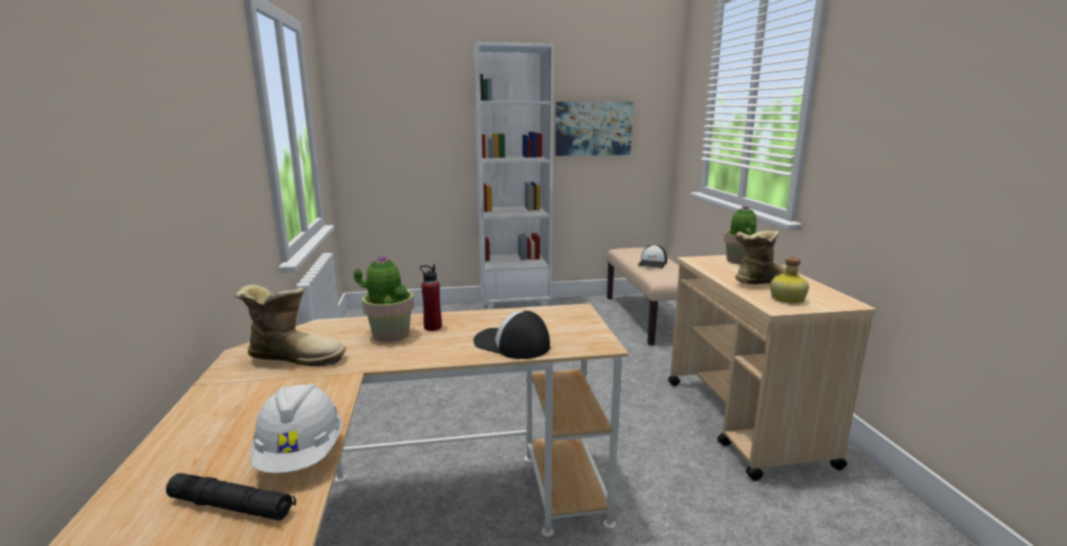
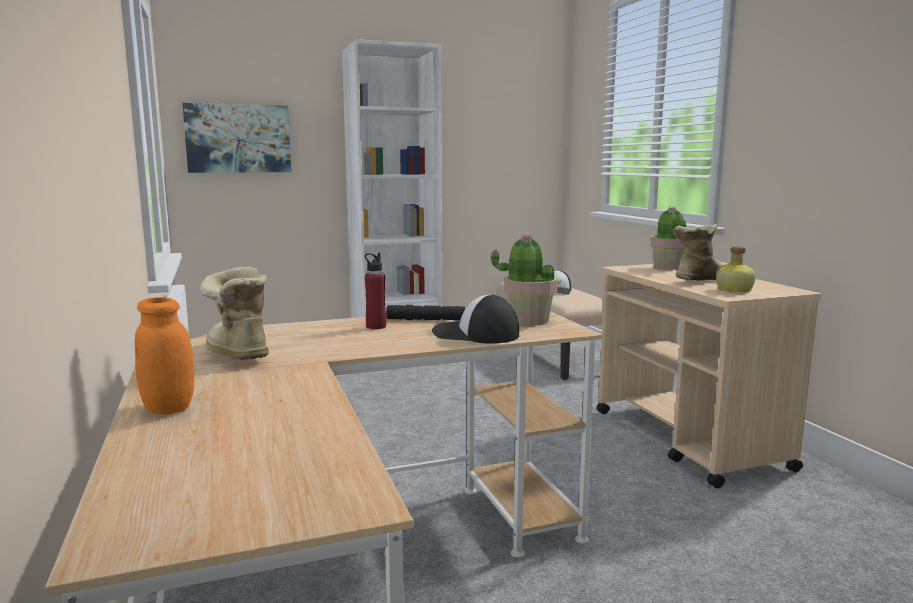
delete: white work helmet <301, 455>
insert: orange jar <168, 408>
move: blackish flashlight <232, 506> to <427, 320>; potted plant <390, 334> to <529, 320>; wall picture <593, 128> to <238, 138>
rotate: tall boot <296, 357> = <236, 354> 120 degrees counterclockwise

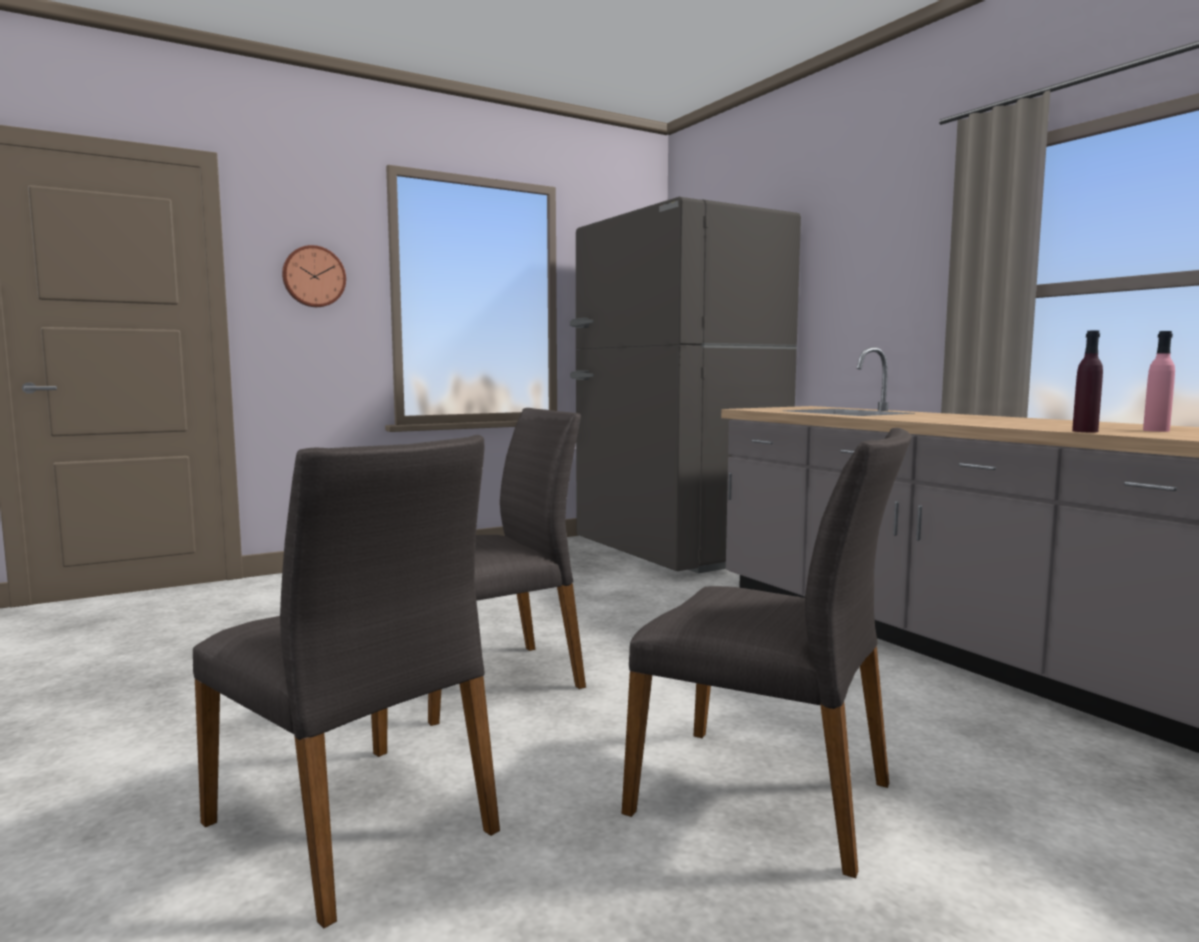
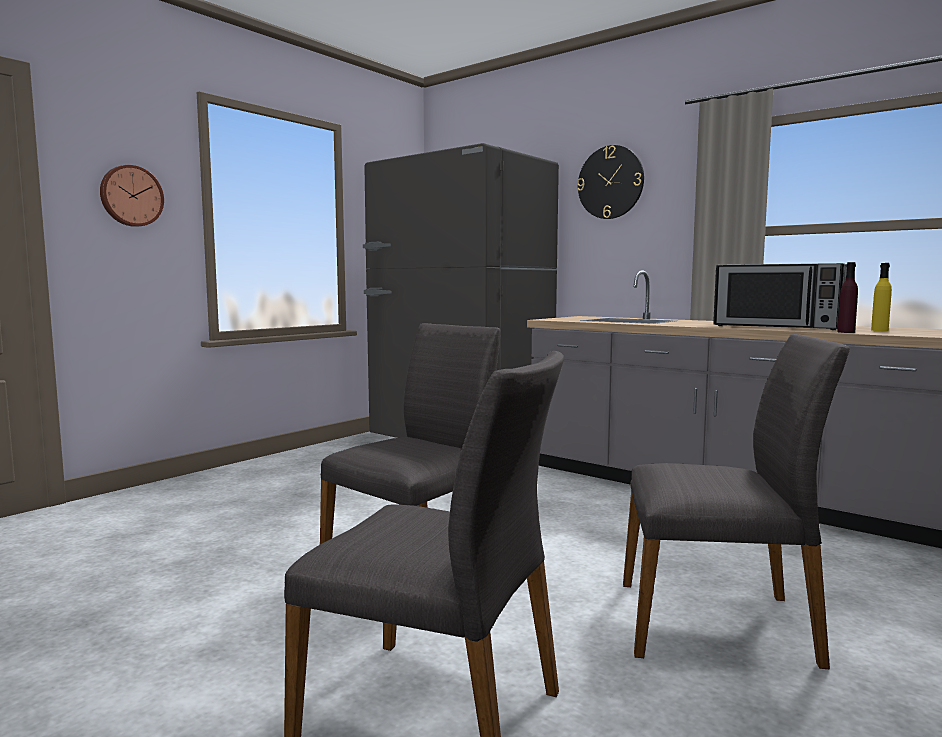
insert: wall clock <610, 182>; kitchen microwave <778, 326>
recolor: pink bottle <1156, 430> to yellow-coloured bottle <879, 330>

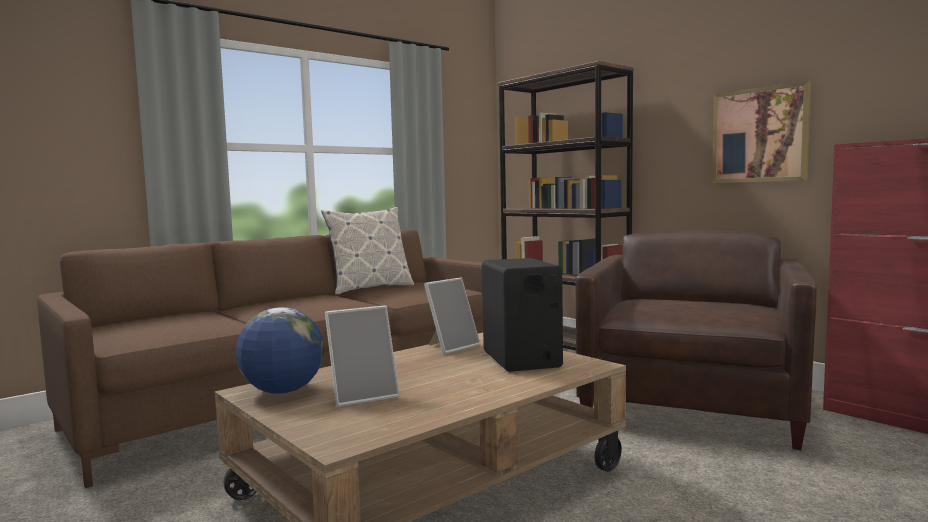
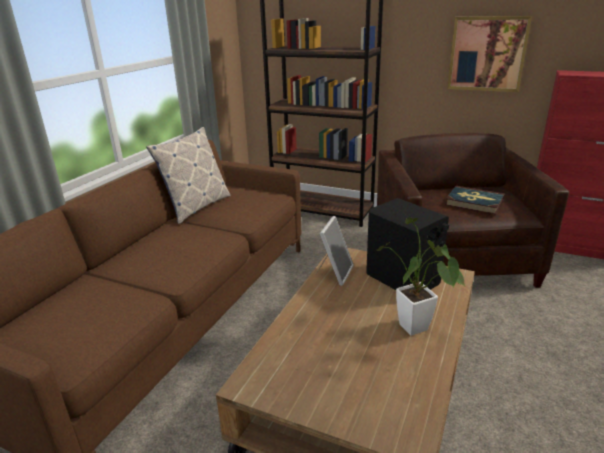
delete: desk globe <283, 391>; picture frame <363, 396>
insert: potted plant <416, 331>; book <474, 202>

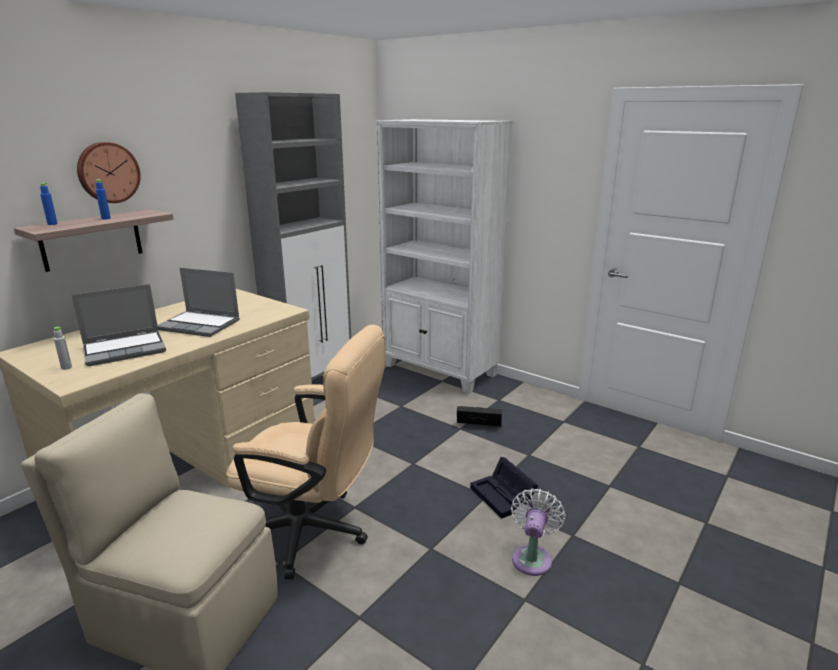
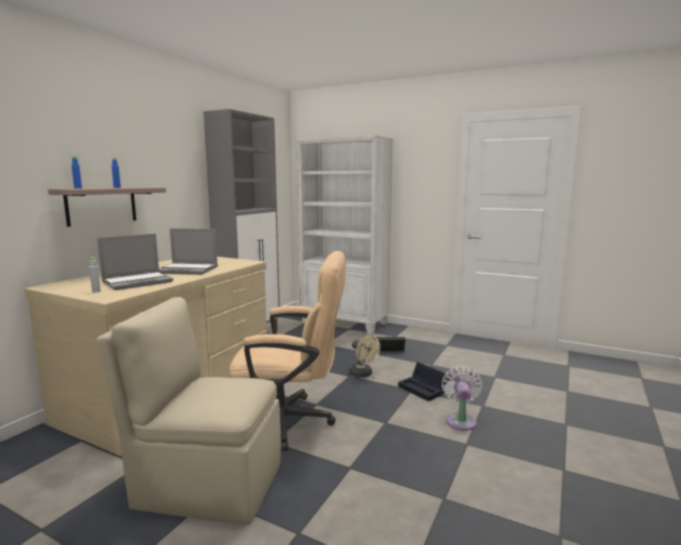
delete: wall clock <108, 172>
insert: beige-coloured fan <363, 374>

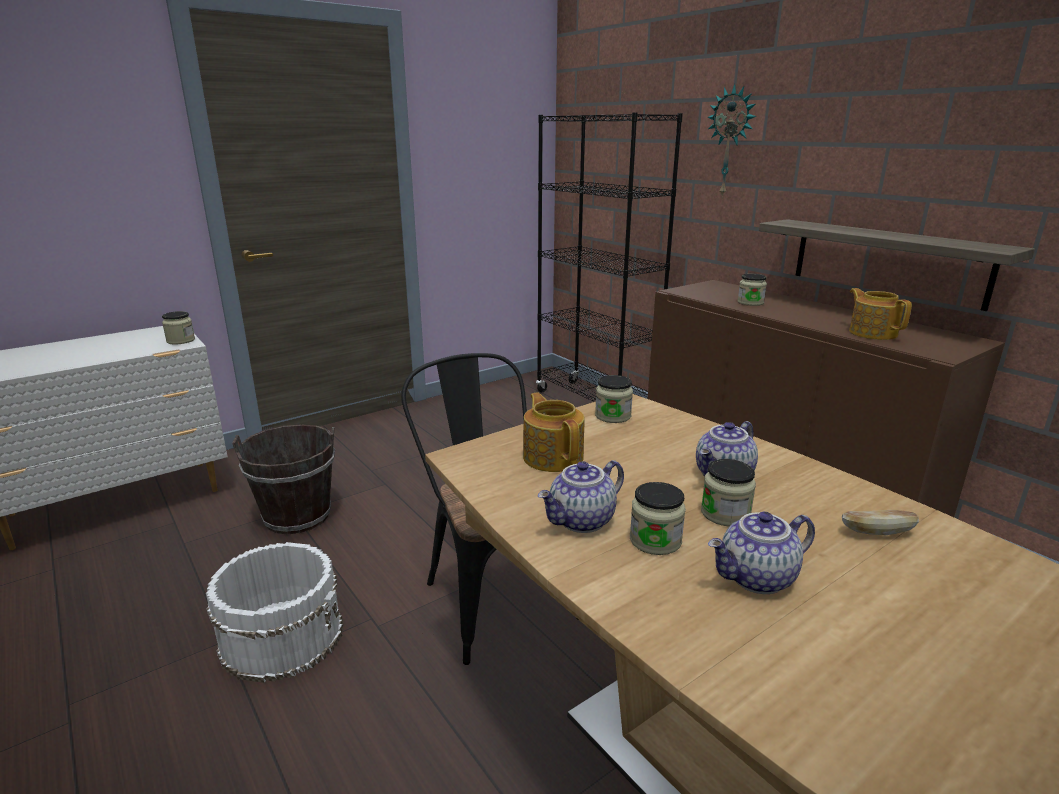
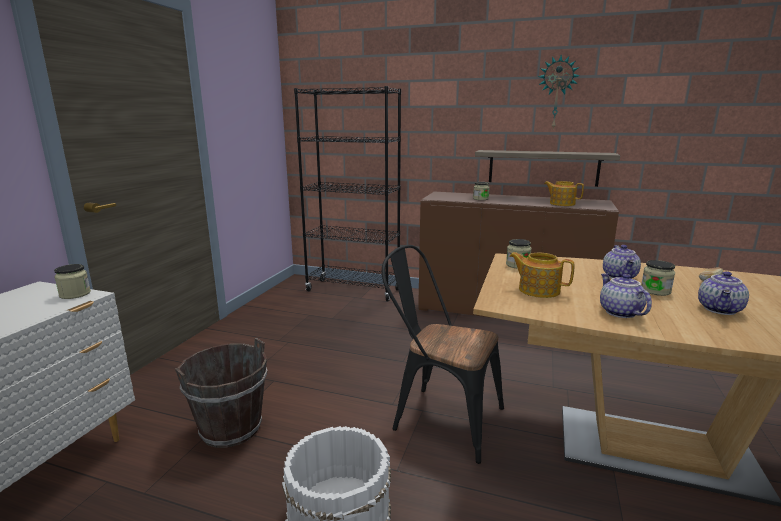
delete: jar <655, 540>
move: wall clock <731, 142> to <557, 93>
rotate: teapot <582, 521> = <619, 312> 150 degrees clockwise

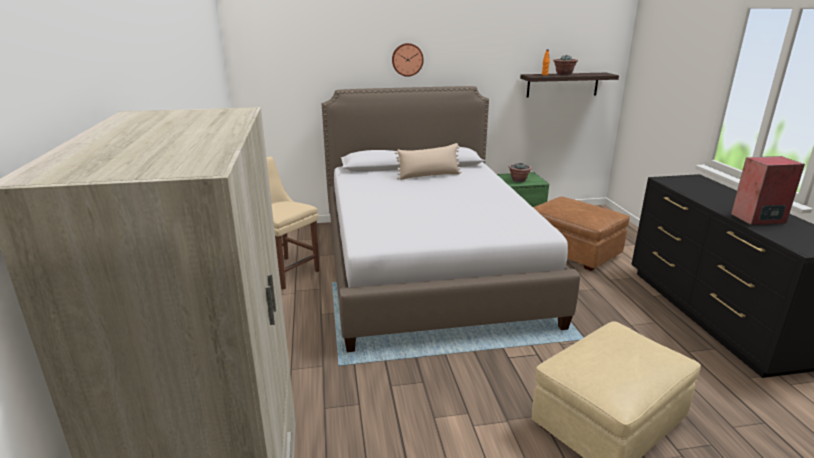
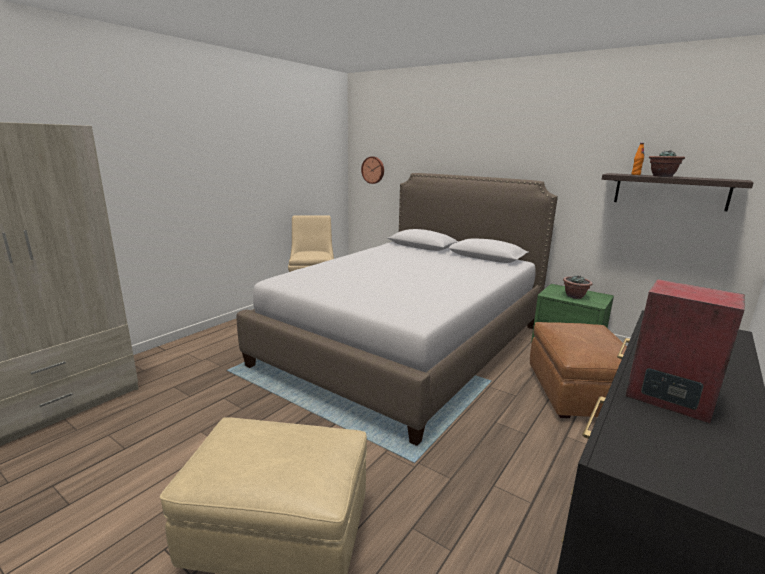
delete: beige-coloured pillow <429, 176>
move: wall clock <407, 59> to <373, 170>

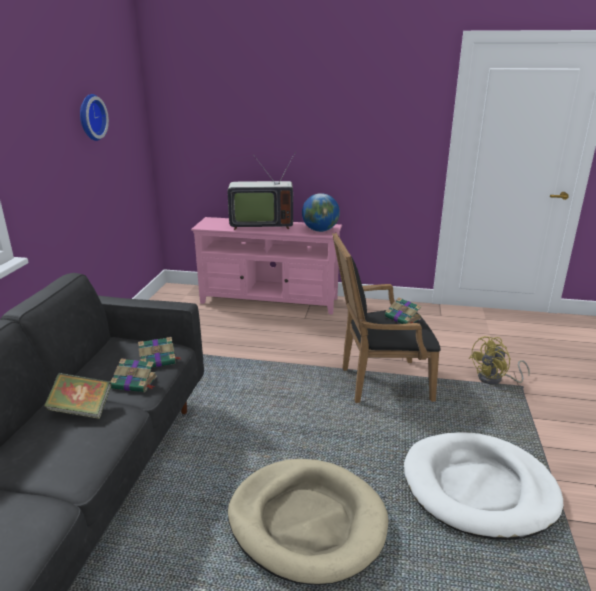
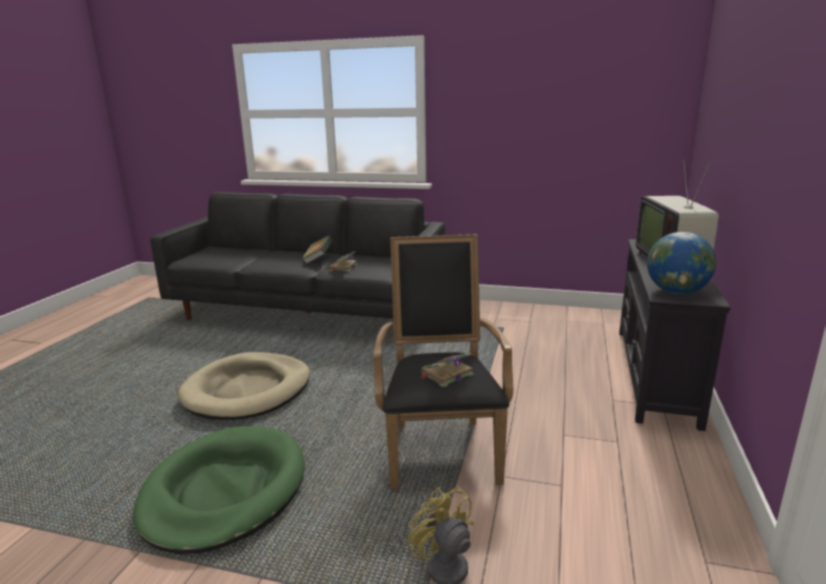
delete: wall clock <90, 117>; book <158, 360>
recolor: pink media console <269, 301> to blackish media console <655, 375>; white dog cushion <479, 488> to green-coloured dog cushion <224, 491>

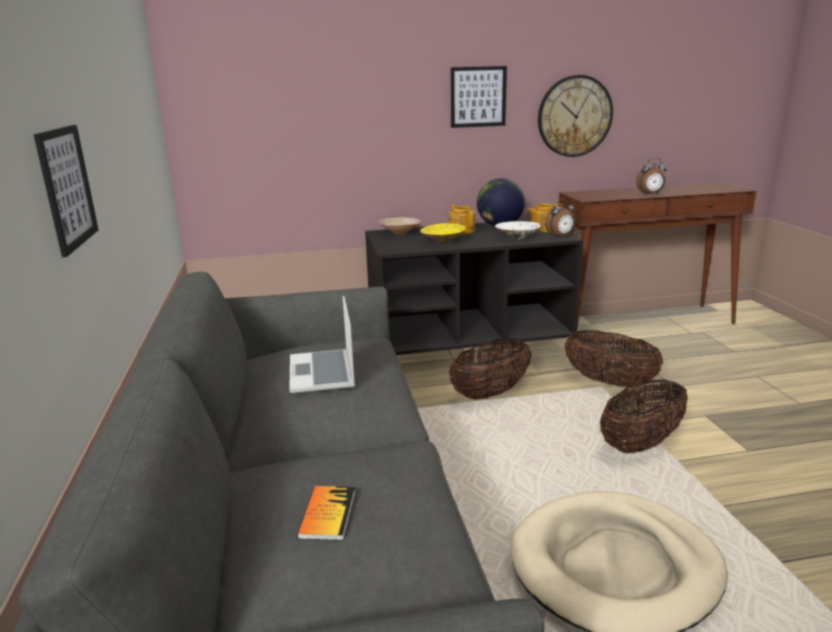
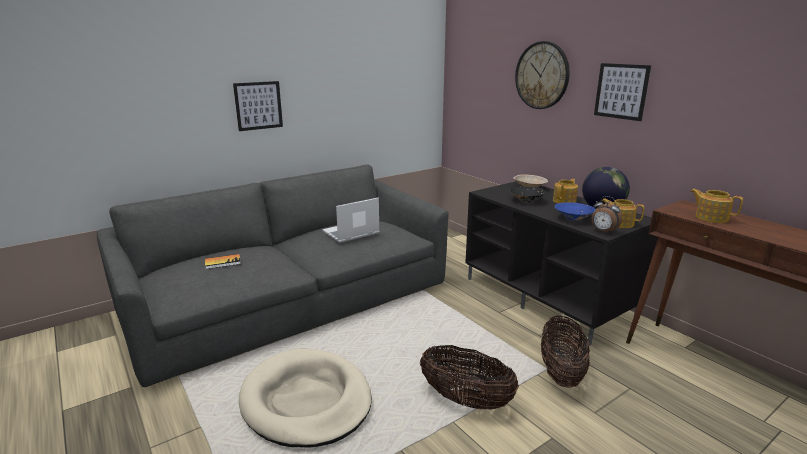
delete: basket <490, 393>; alarm clock <650, 194>
insert: teapot <711, 217>
move: wall clock <574, 116> to <542, 75>
recolor: yellow-coloured bowl <442, 241> to blackish bowl <525, 200>; white bowl <516, 237> to blue-coloured bowl <573, 218>

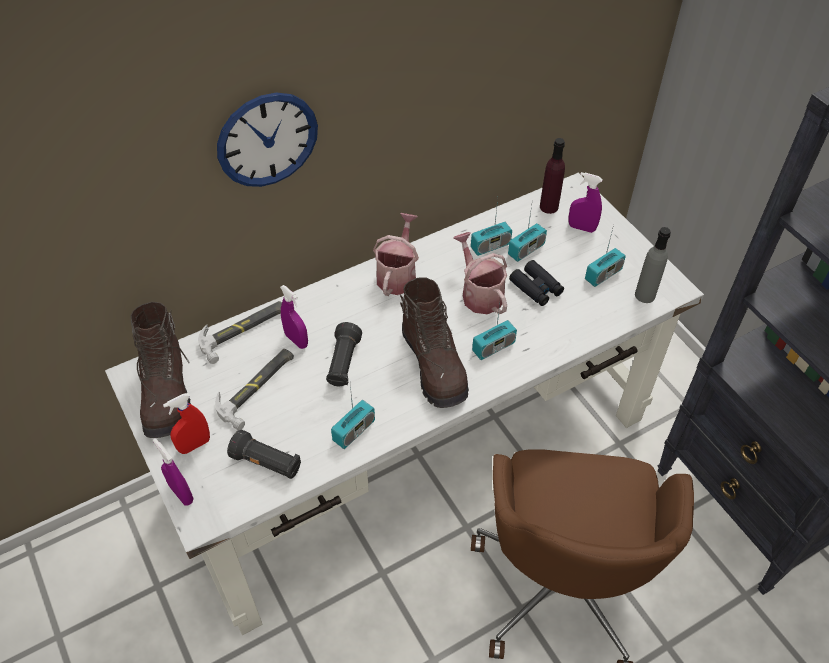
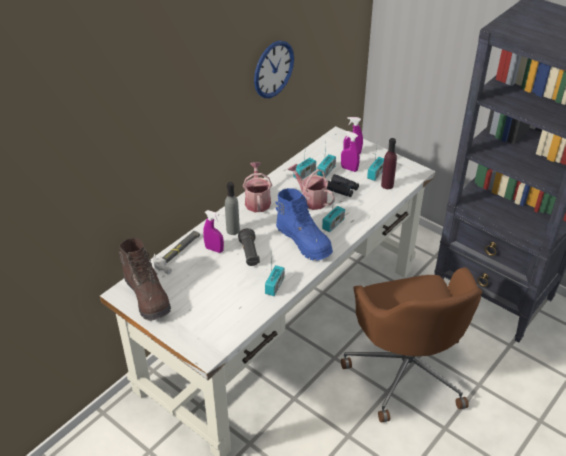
delete: red-coloured spray bottle <194, 445>; tool hammer <257, 388>; blackish flashlight <267, 463>
move: purplish spray bottle <181, 494> to <349, 169>; wall clock <267, 140> to <273, 69>; purplish bottle <549, 207> to <387, 185>; gray bottle <645, 295> to <233, 230>
recolor: brownish tall boot <435, 365> to blue-coloured tall boot <304, 241>

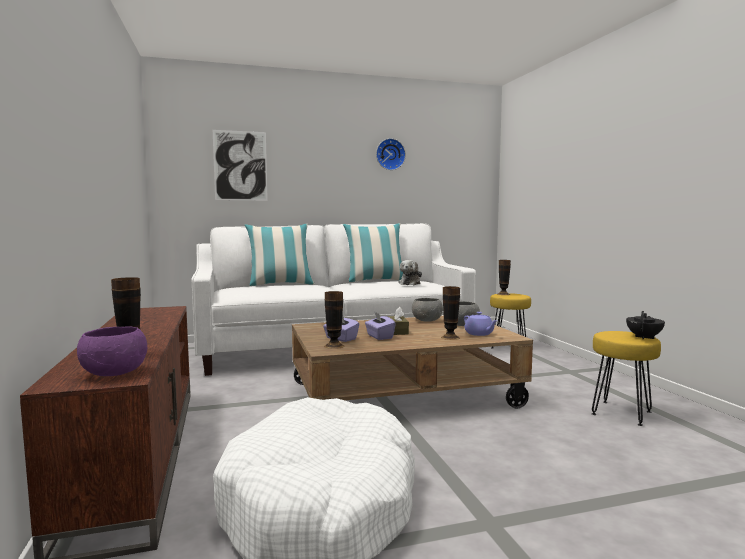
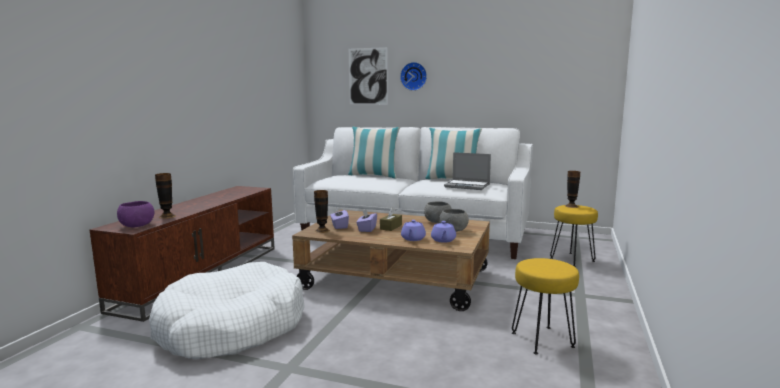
delete: blackish teapot <644, 337>
move: wall clock <390, 154> to <414, 76>
replace: cuddly toy <410, 283> to portable computer <468, 186>; flower vase <450, 337> to purplish teapot <413, 239>

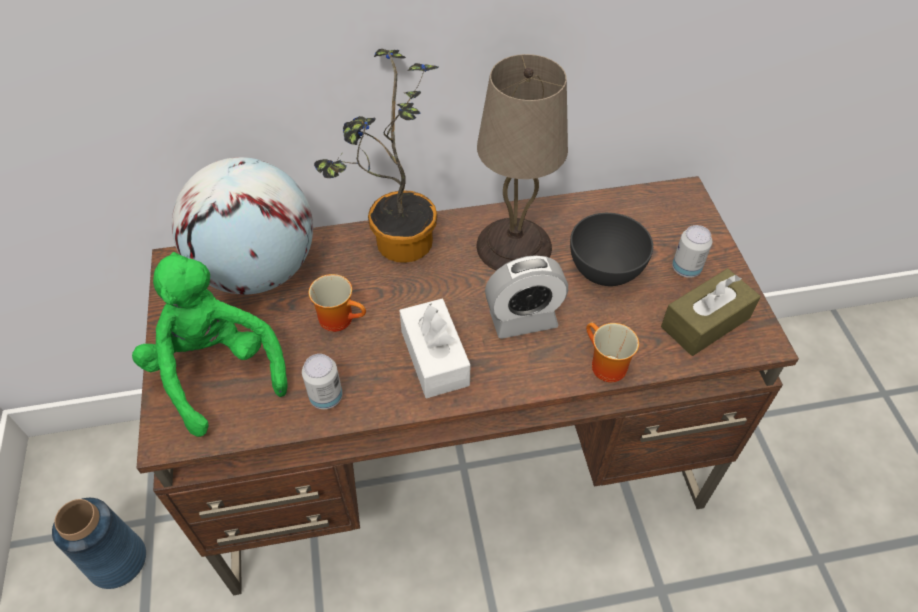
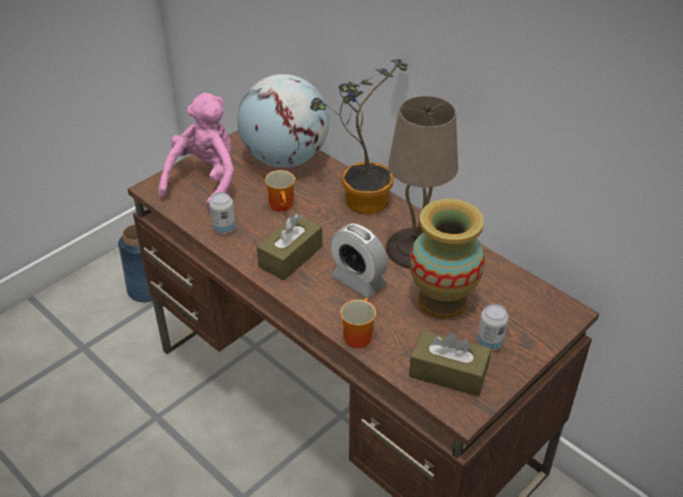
replace: gray bowl <605, 270> to flower vase <442, 301>
recolor: green-coloured cuddly toy <216, 371> to pink cuddly toy <205, 181>; white tissue box <434, 358> to brownish tissue box <290, 256>

